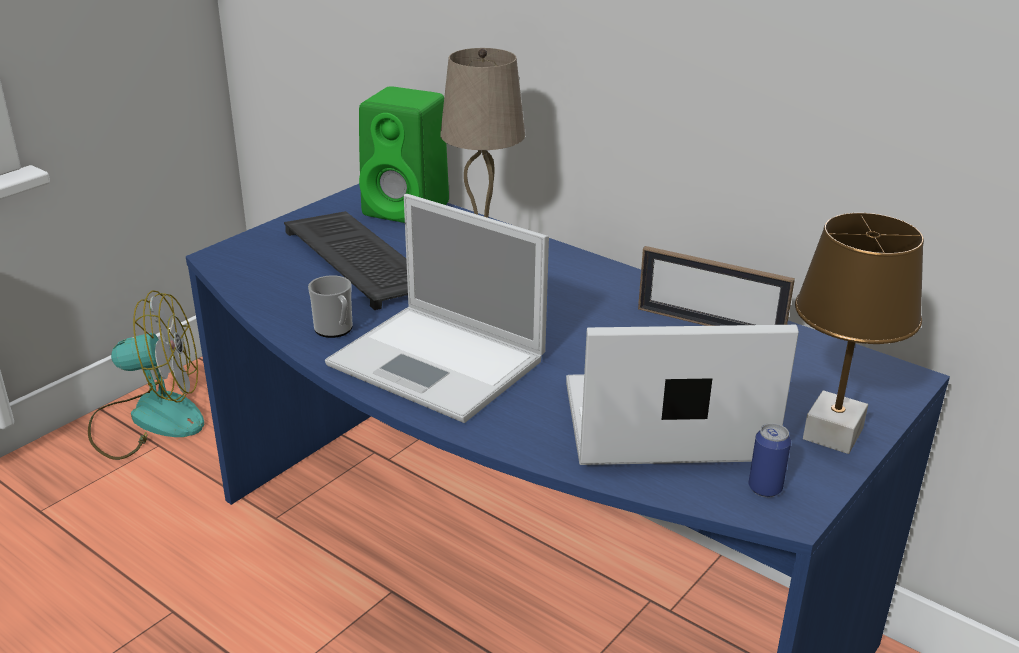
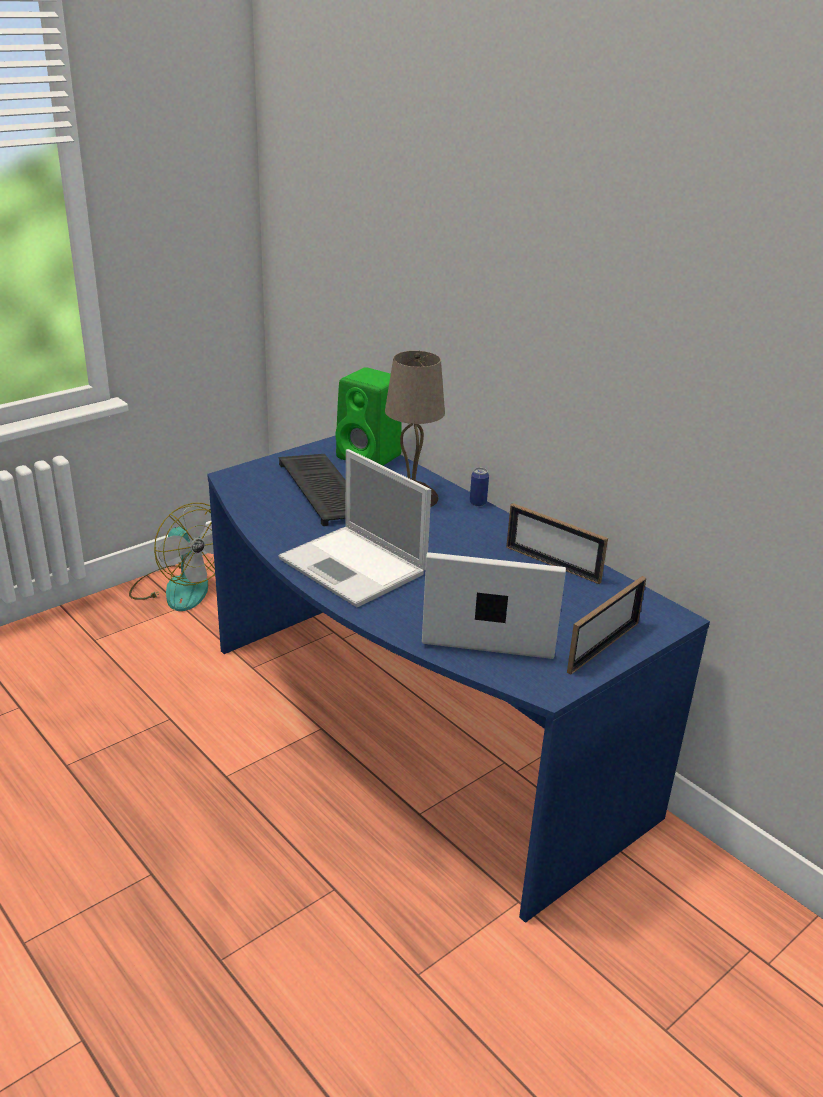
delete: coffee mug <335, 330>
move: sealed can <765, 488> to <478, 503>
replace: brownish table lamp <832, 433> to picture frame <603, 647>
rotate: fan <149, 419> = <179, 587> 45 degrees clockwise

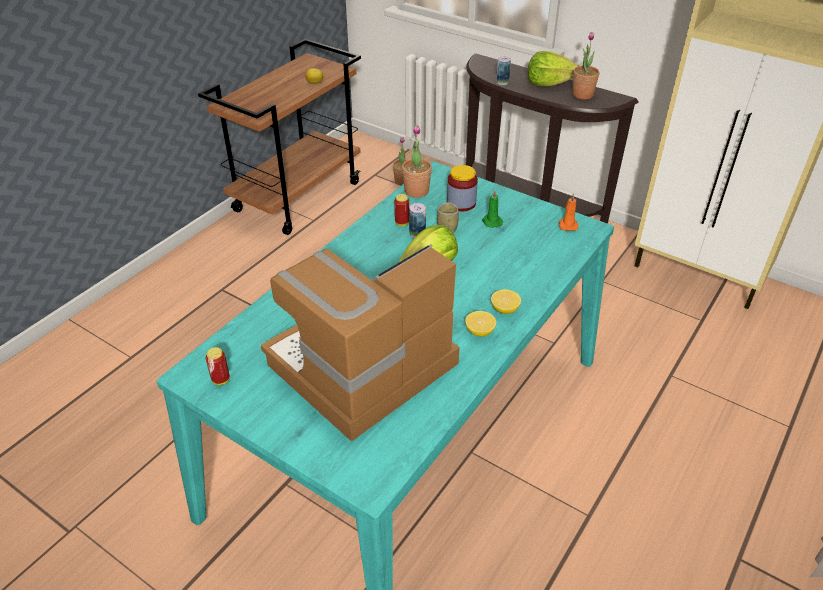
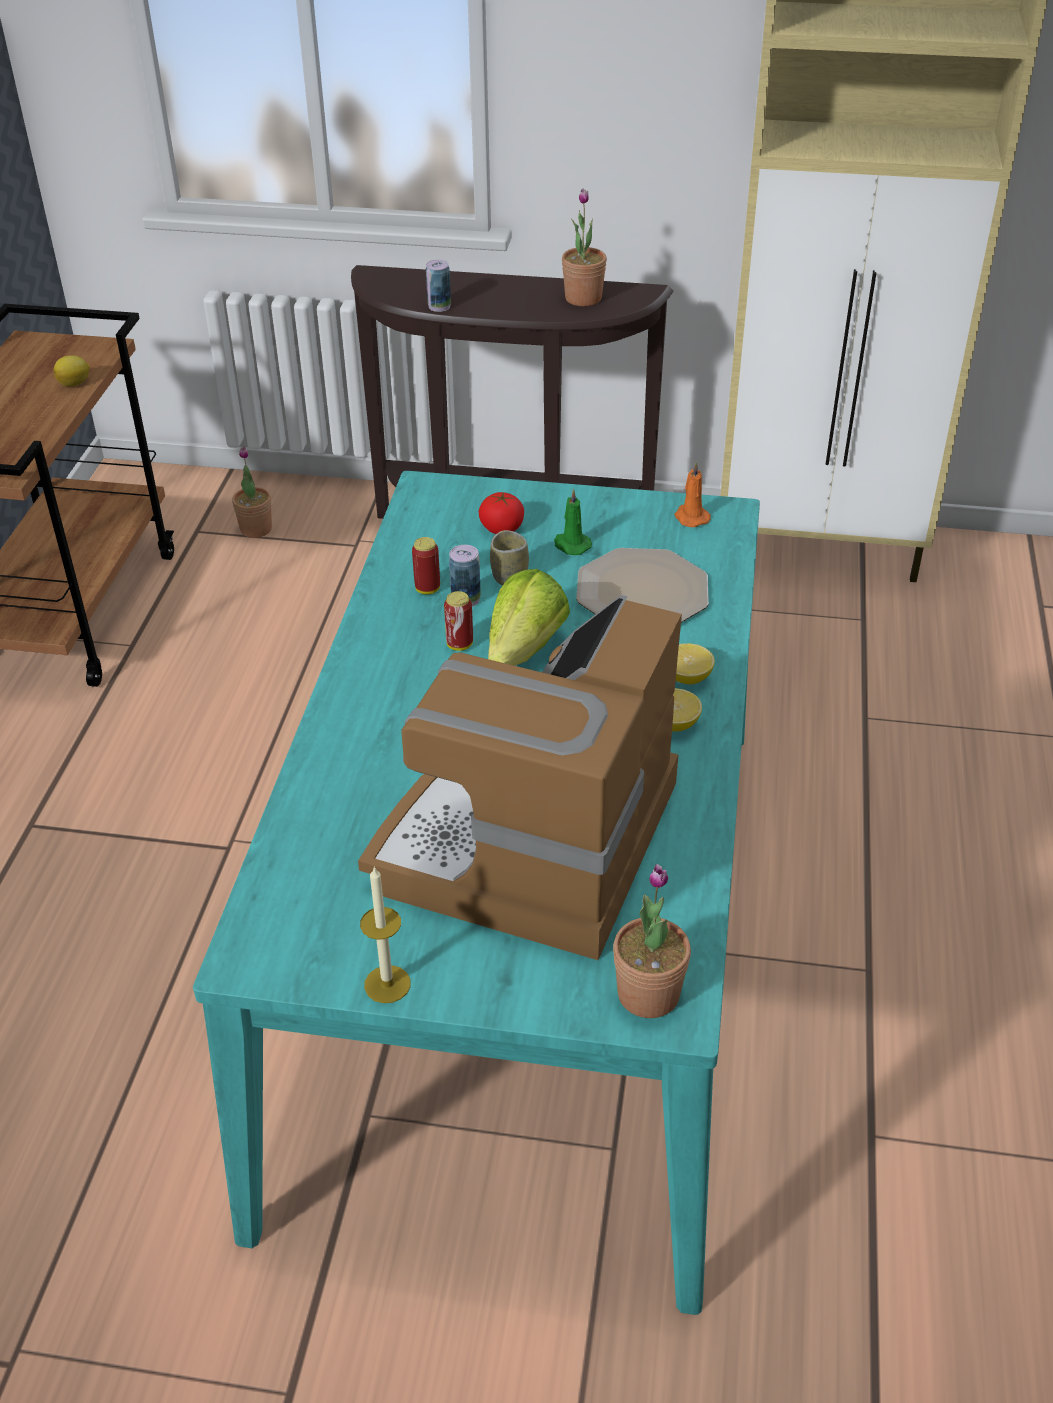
delete: lettuce <548, 83>
insert: wax candle <387, 984>; plate <643, 592>
move: sealed can <221, 380> to <459, 644>; potted plant <416, 191> to <648, 994>
replace: jar <461, 203> to tomato <502, 529>

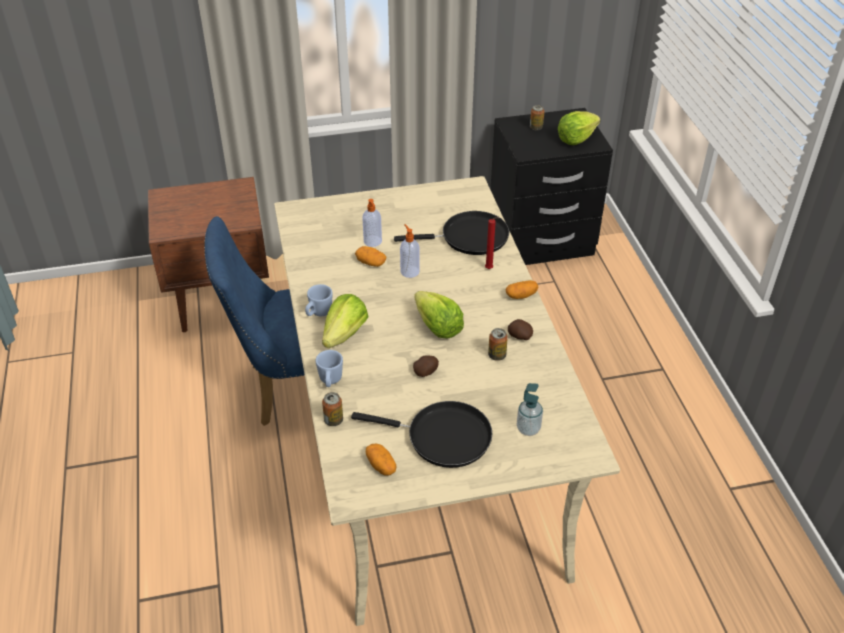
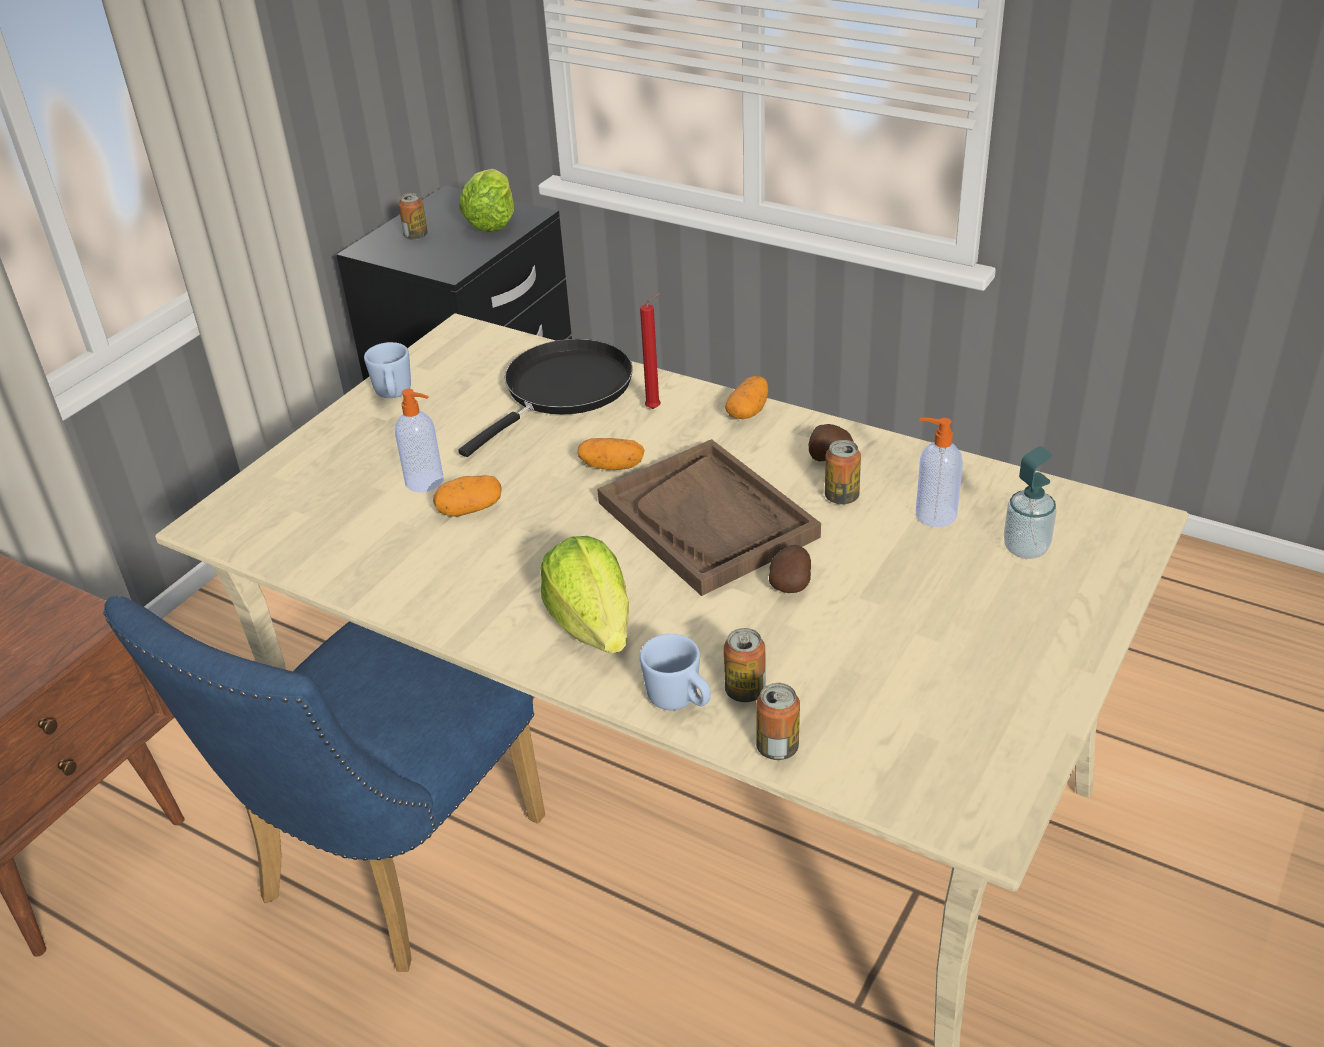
delete: blackish frying pan <443, 437>
insert: sealed can <745, 691>
move: blue-coloured coffee mug <318, 313> to <393, 395>; whole potato <381, 465> to <612, 466>; soap dispenser <409, 271> to <934, 515>
replace: lettuce <437, 327> to brownish carrying tray <708, 520>

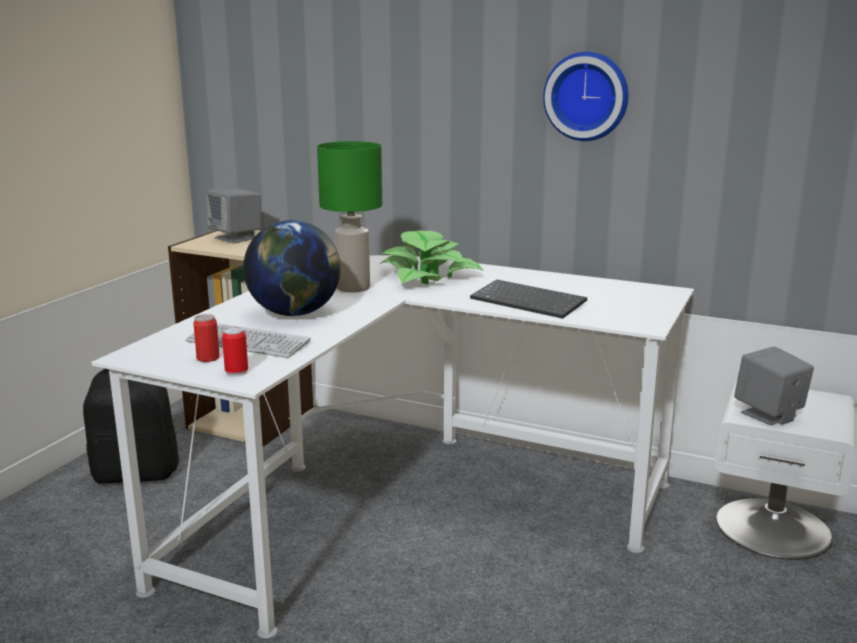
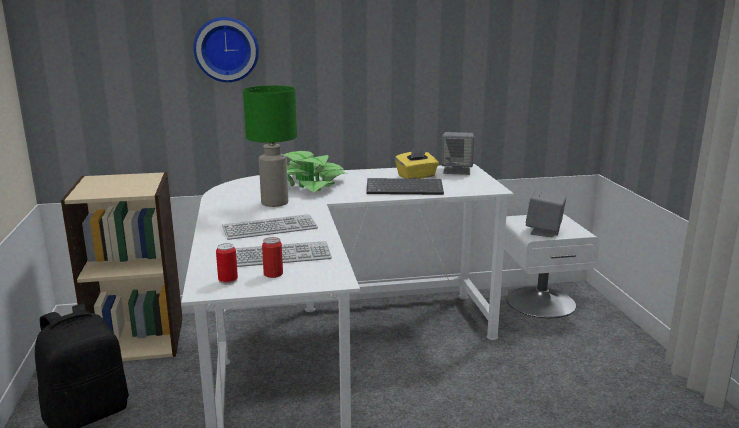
insert: yellow-coloured tissue box <416, 176>
move: gray audio speaker <236, 238> to <457, 171>; sealed can <236, 372> to <228, 281>; wall clock <587, 96> to <226, 49>
replace: desk globe <295, 313> to PC keyboard <270, 228>

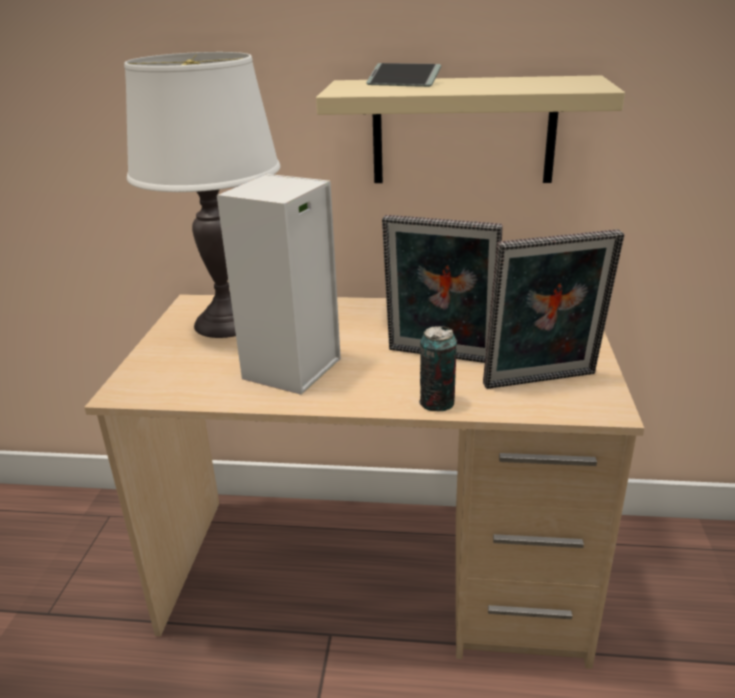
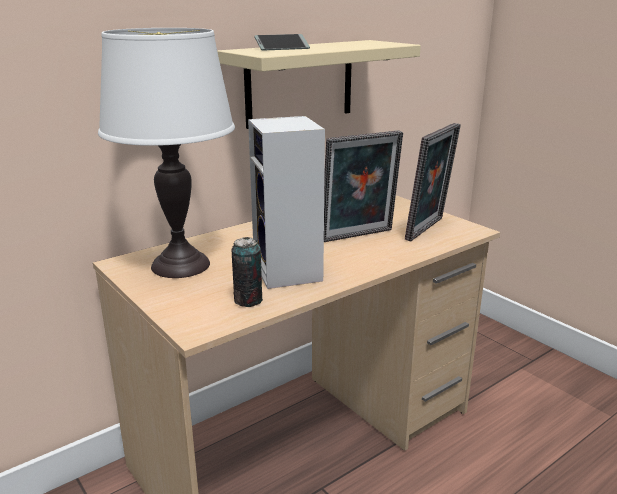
move: sealed can <437, 403> to <248, 300>

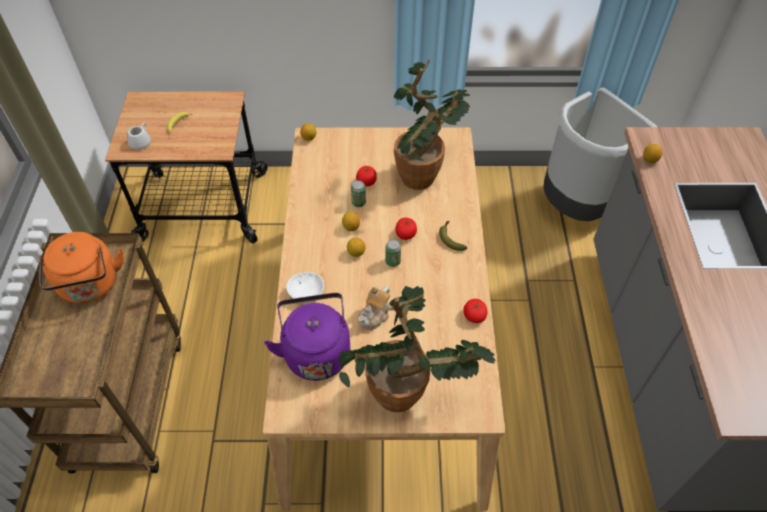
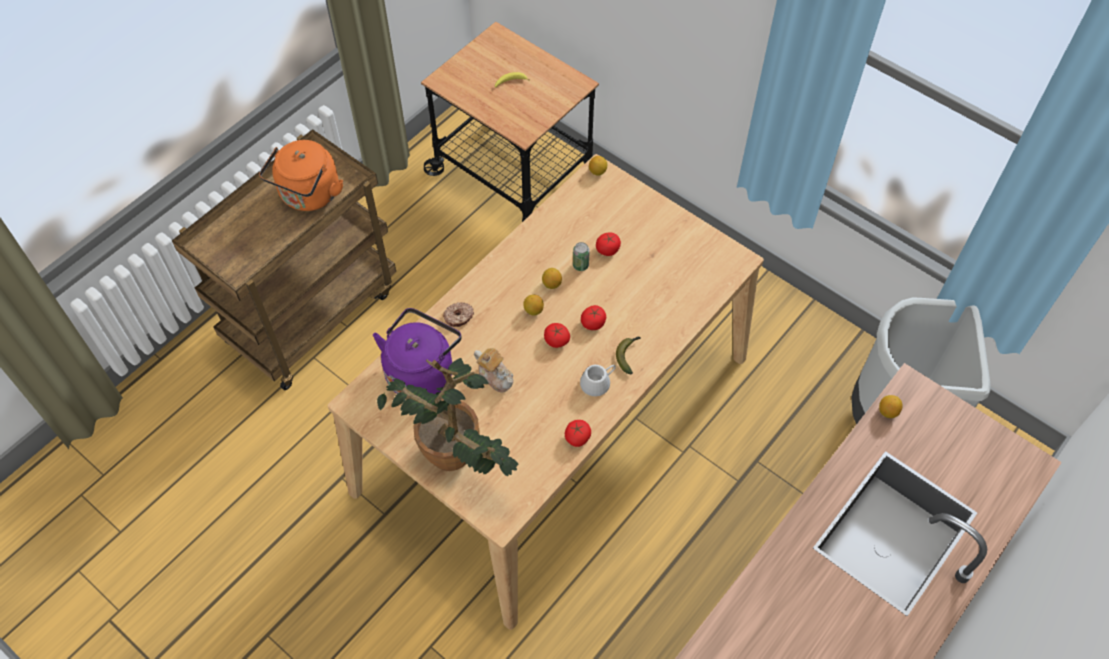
delete: potted plant <425, 174>
move: white coffee mug <141, 141> to <598, 382>
replace: white bowl <306, 294> to donut <459, 317>; sealed can <393, 261> to tomato <556, 340>
rotate: teapot <375, 315> = <495, 376> 120 degrees counterclockwise

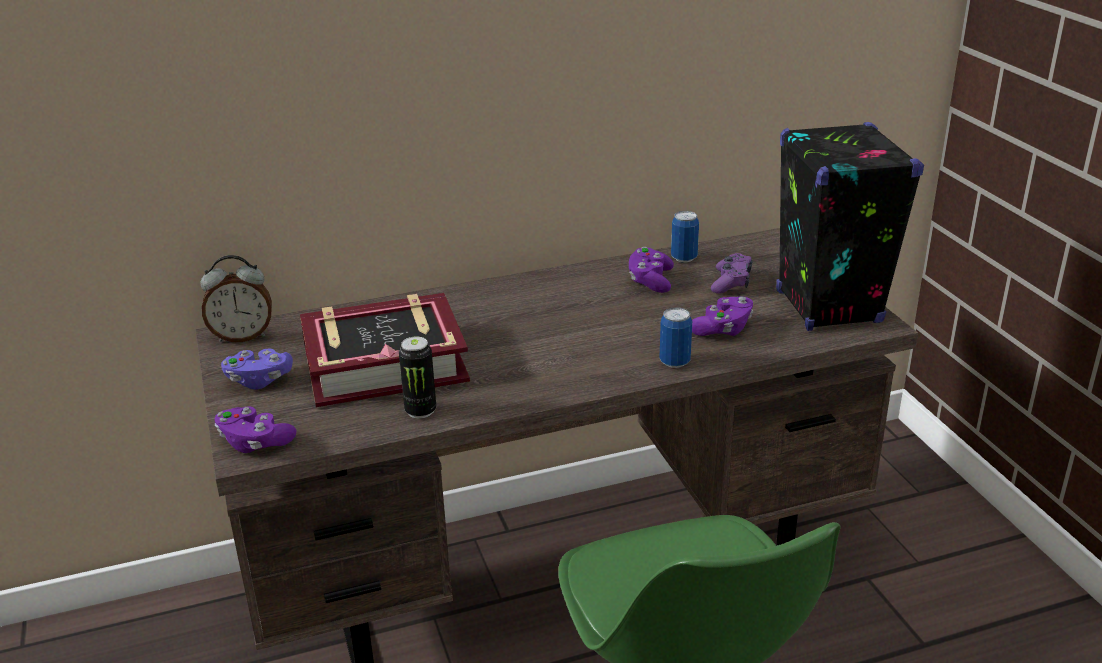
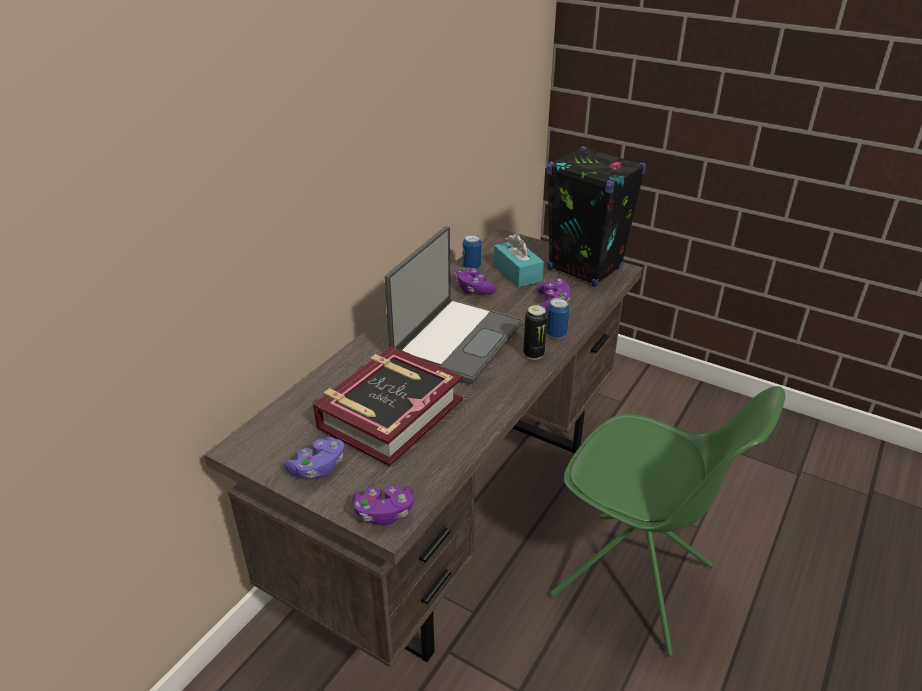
delete: alarm clock <242, 336>
insert: portable computer <455, 340>
move: sealed can <420, 411> to <533, 354>
replace: purplish gamepad <731, 282> to blue-green tissue box <517, 273>

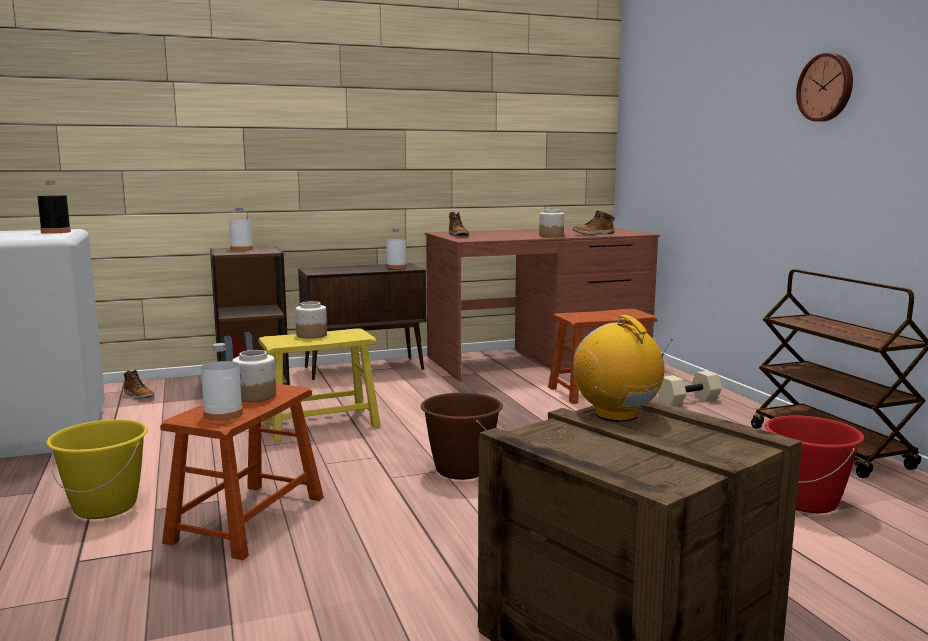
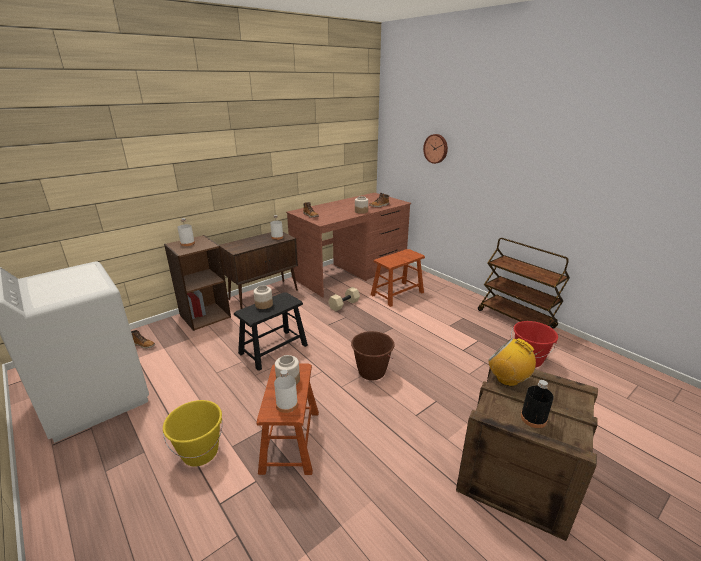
move: blackish bottle <56, 232> to <533, 418>; beige-coloured free weight <688, 400> to <344, 304>; wall clock <826, 87> to <436, 148>
recolor: yellow-coloured sitting stool <320, 424> to blackish sitting stool <273, 349>

